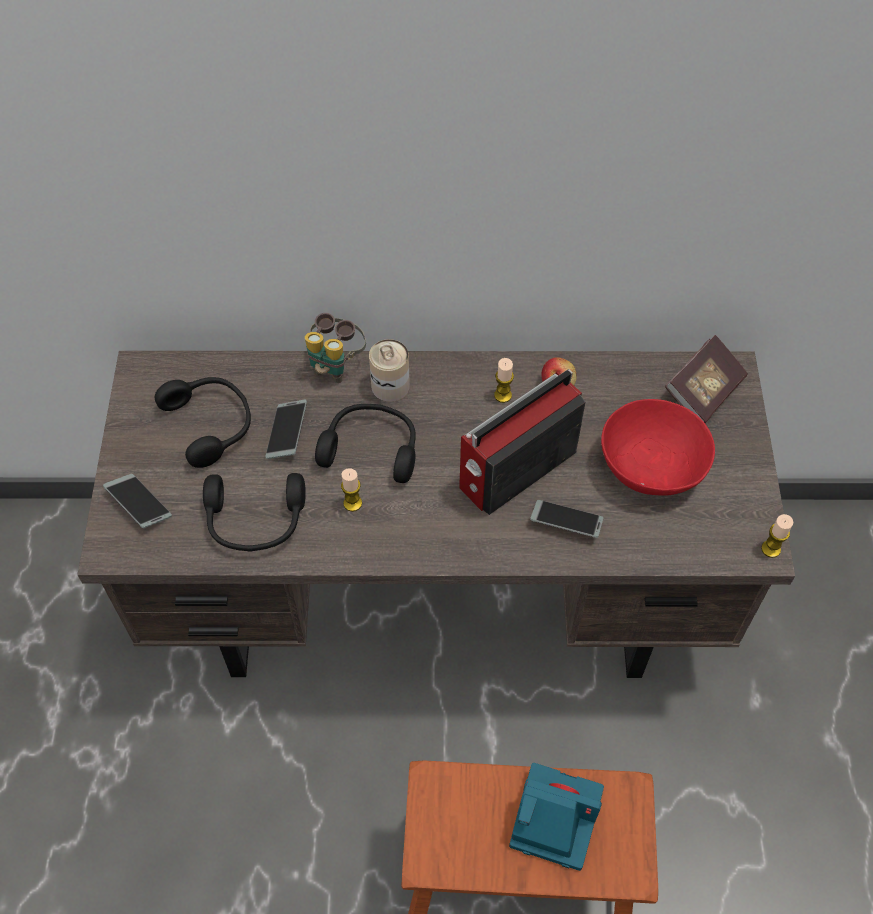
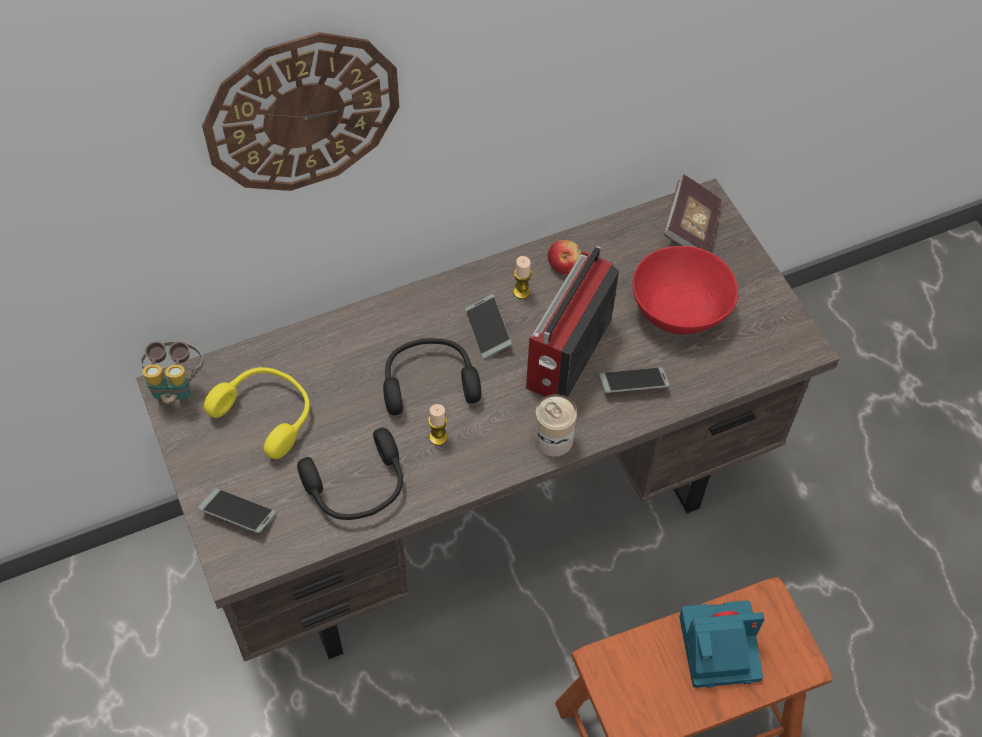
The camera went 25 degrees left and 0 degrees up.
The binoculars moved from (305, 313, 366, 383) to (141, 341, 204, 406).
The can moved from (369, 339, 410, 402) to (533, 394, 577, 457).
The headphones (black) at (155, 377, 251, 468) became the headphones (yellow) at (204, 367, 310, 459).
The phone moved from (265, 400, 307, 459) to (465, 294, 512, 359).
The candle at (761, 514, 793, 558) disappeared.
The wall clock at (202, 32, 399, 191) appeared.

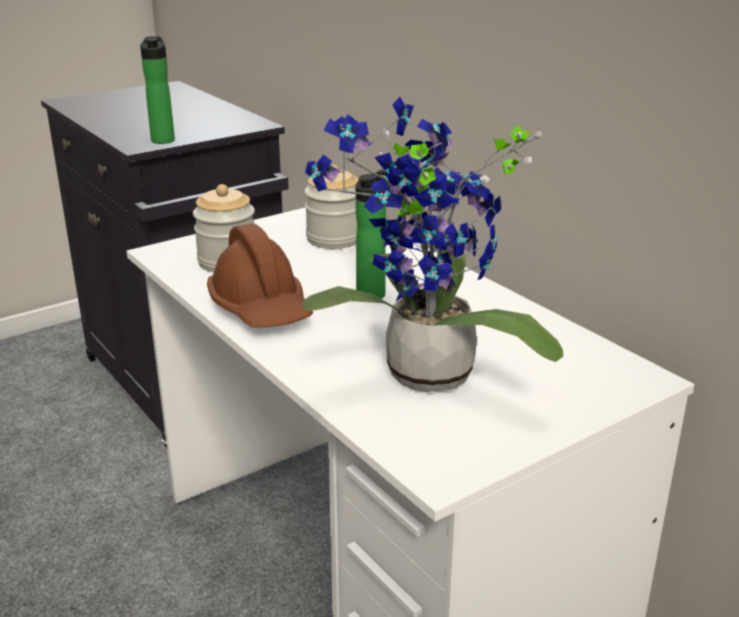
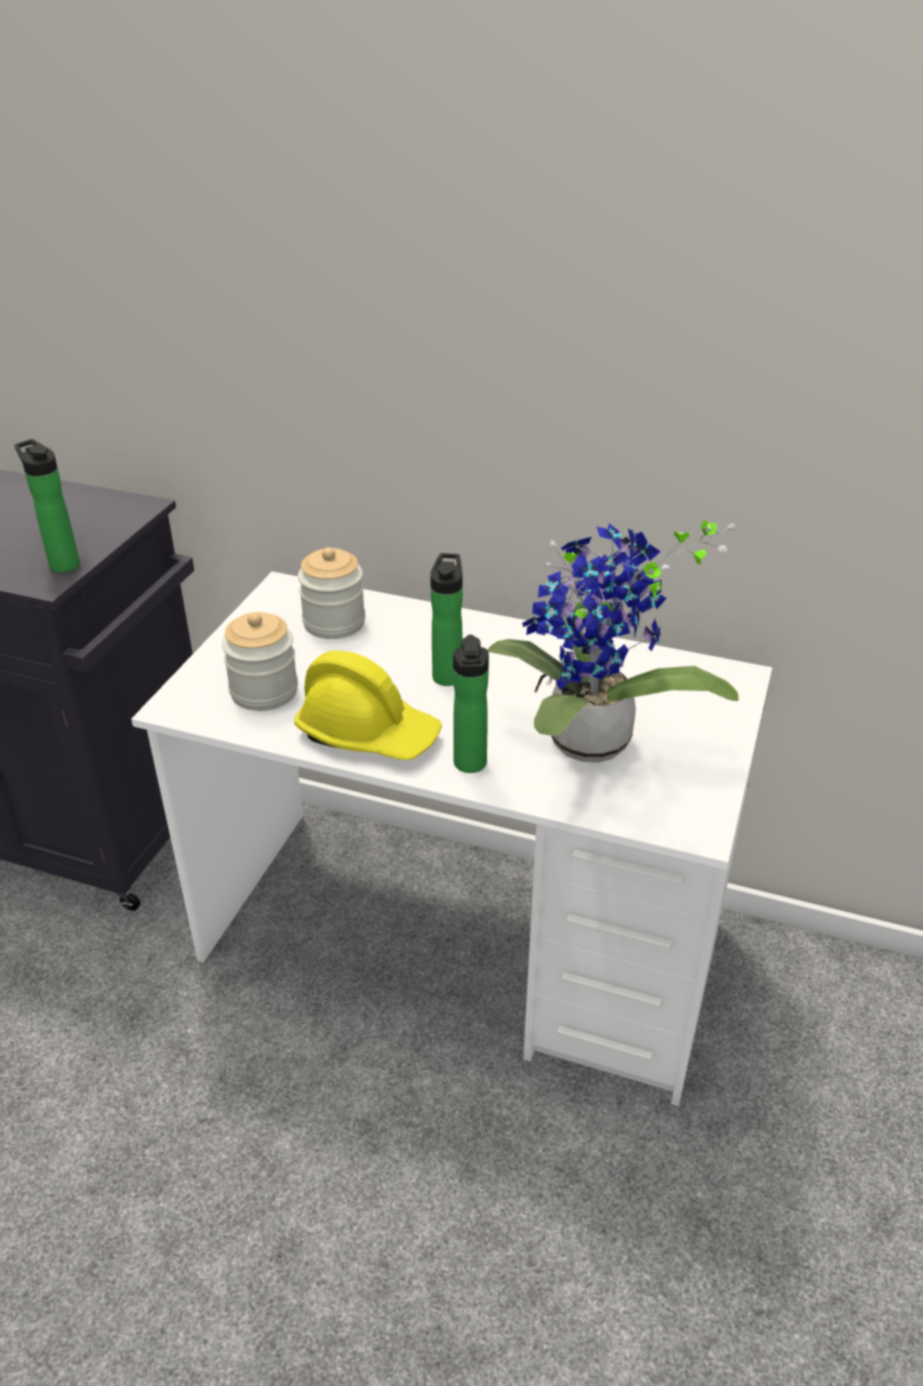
The camera went 35 degrees left and 10 degrees up.
The hard hat (brown) at (207, 223, 313, 328) became the hard hat (yellow) at (294, 651, 442, 760).
The bottle at (453, 634, 489, 773) appeared.

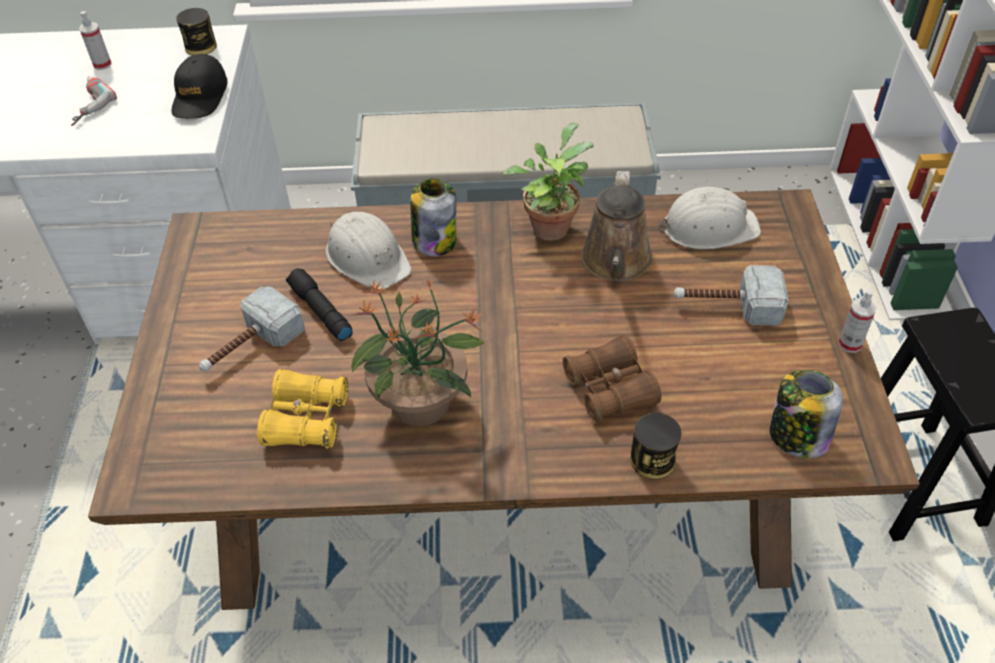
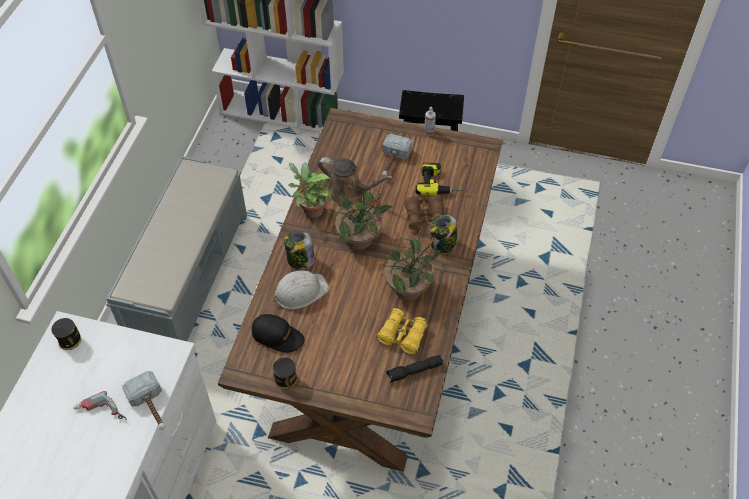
The camera went 75 degrees left and 5 degrees up.
The spray bottle at (79, 11, 112, 70) disappeared.
The cap (black) moved from (172, 54, 228, 119) to (252, 314, 305, 353).
The hard hat (white) at (659, 187, 761, 250) disappeared.
The flashlight (black) moved from (286, 268, 353, 341) to (386, 355, 443, 383).
The hammer moved from (199, 286, 305, 372) to (122, 371, 166, 430).
The jar moved from (770, 370, 843, 458) to (430, 215, 457, 253).
The can moved from (631, 413, 682, 480) to (273, 357, 297, 389).
The power drill at (415, 163, 468, 195) appeared.
The potted plant at (326, 178, 393, 250) appeared.

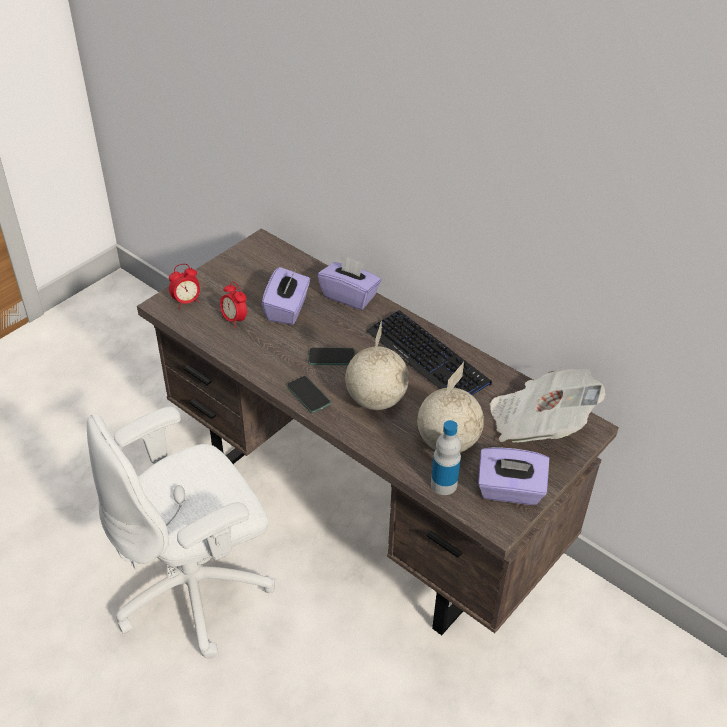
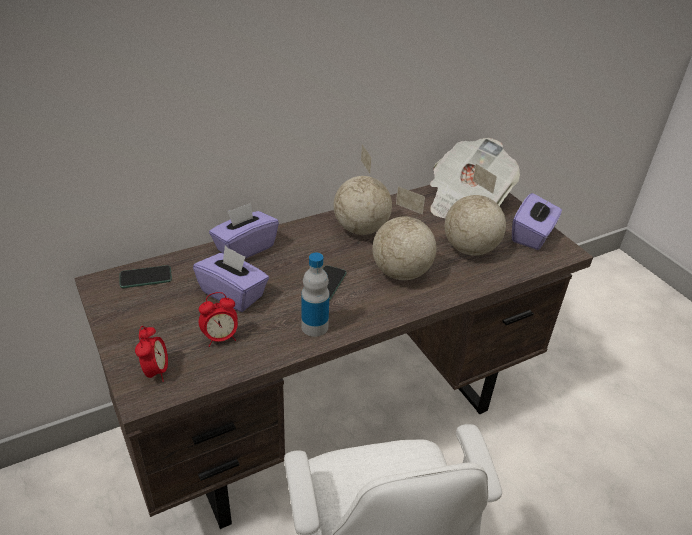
The camera went 70 degrees left and 5 degrees down.
The keyboard at (367, 310, 492, 395) was replaced by the globe at (334, 145, 392, 235).
The phone moved from (286, 376, 331, 413) to (120, 265, 172, 288).
The bottle moved from (431, 420, 461, 495) to (301, 253, 330, 337).

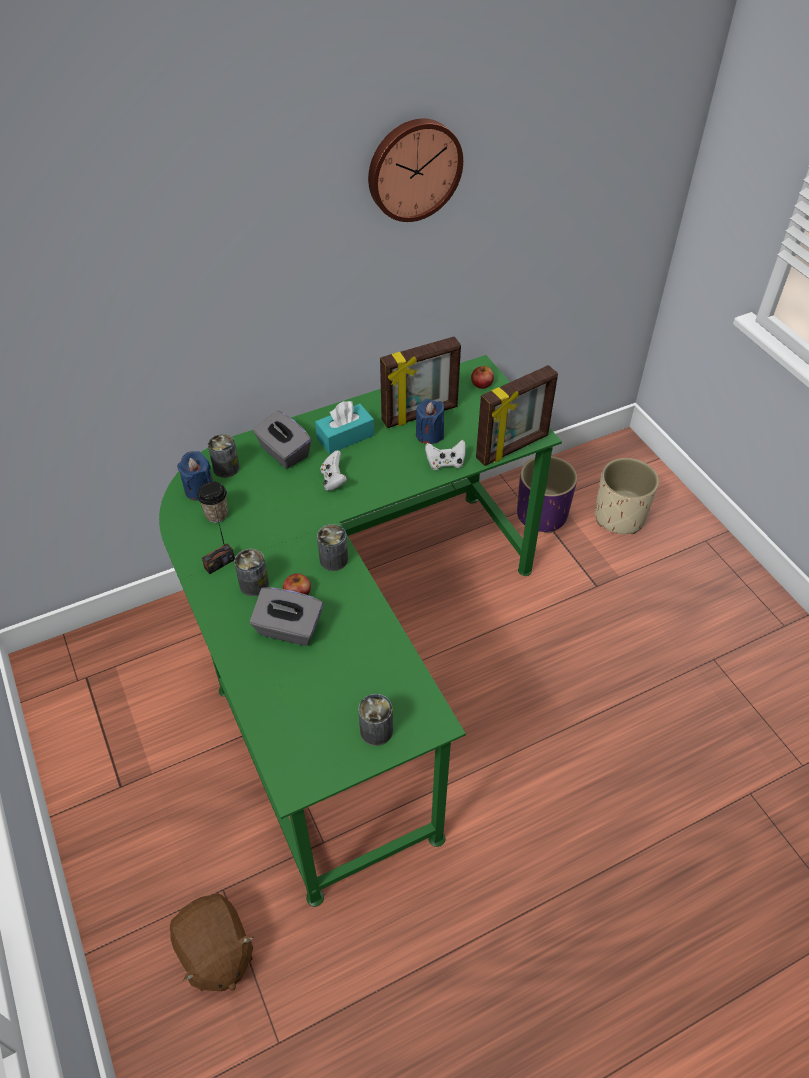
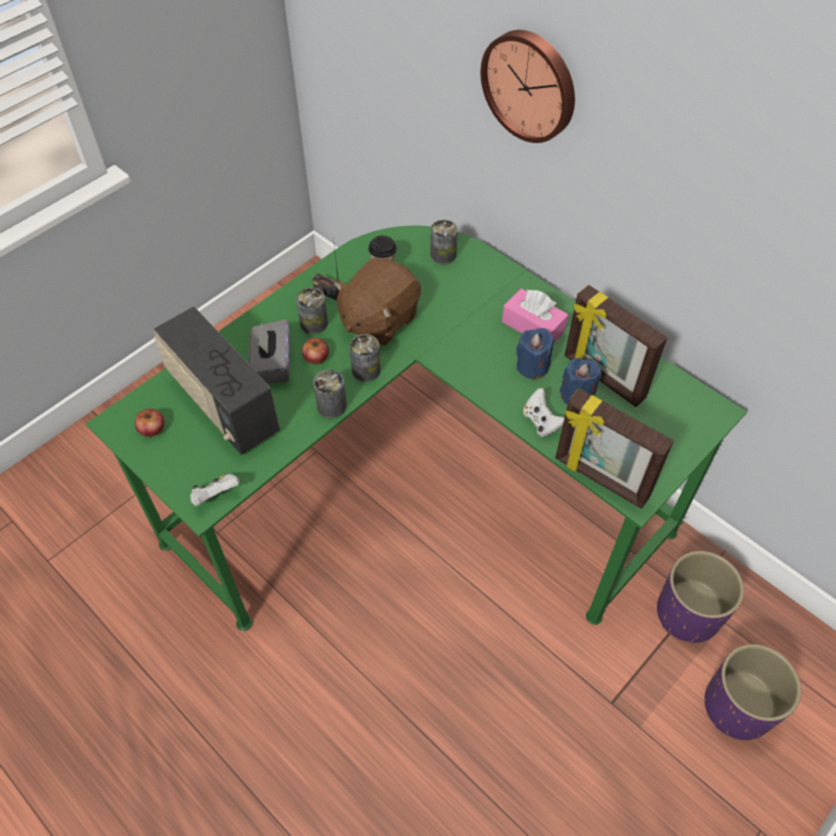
The camera went 70 degrees right and 5 degrees up.
The wall clock moved from (368, 118, 463, 222) to (481, 30, 575, 143).
The apple moved from (471, 366, 494, 389) to (135, 409, 164, 437).
The tissue box (turquoise) at (315, 401, 374, 454) became the tissue box (pink) at (502, 288, 568, 343).
The tissue box (grey) at (253, 410, 312, 469) disappeared.
The game controller (white) moved from (320, 450, 347, 491) to (190, 474, 240, 506).
The candle (blue) moved from (177, 451, 213, 501) to (516, 328, 554, 380).
The planter (beige) at (595, 458, 659, 534) became the planter (purple) at (704, 644, 801, 740).
The can moved from (358, 694, 393, 746) to (313, 370, 347, 418).
The plush toy (brown) moved from (170, 893, 254, 991) to (334, 258, 421, 346).
The radio at (154, 306, 280, 455) appeared.

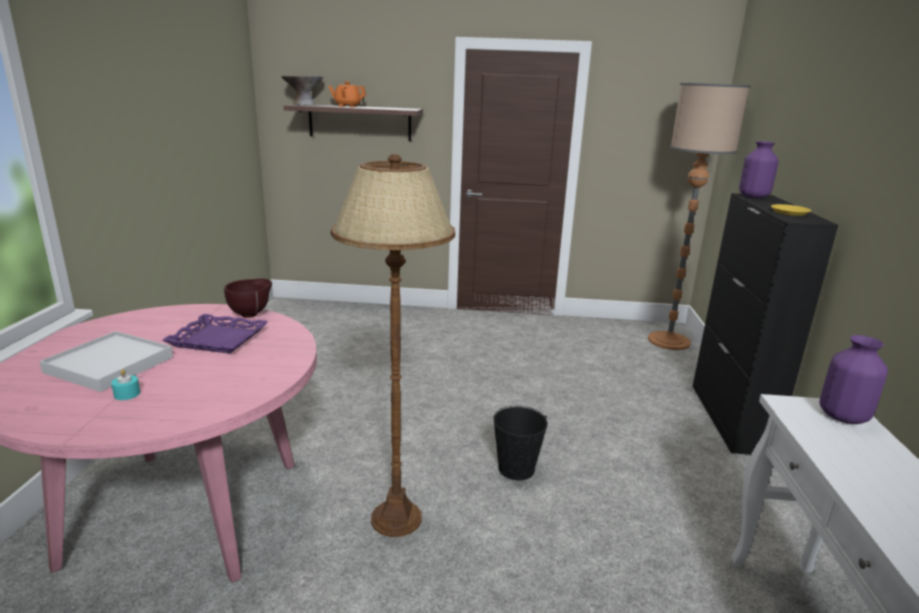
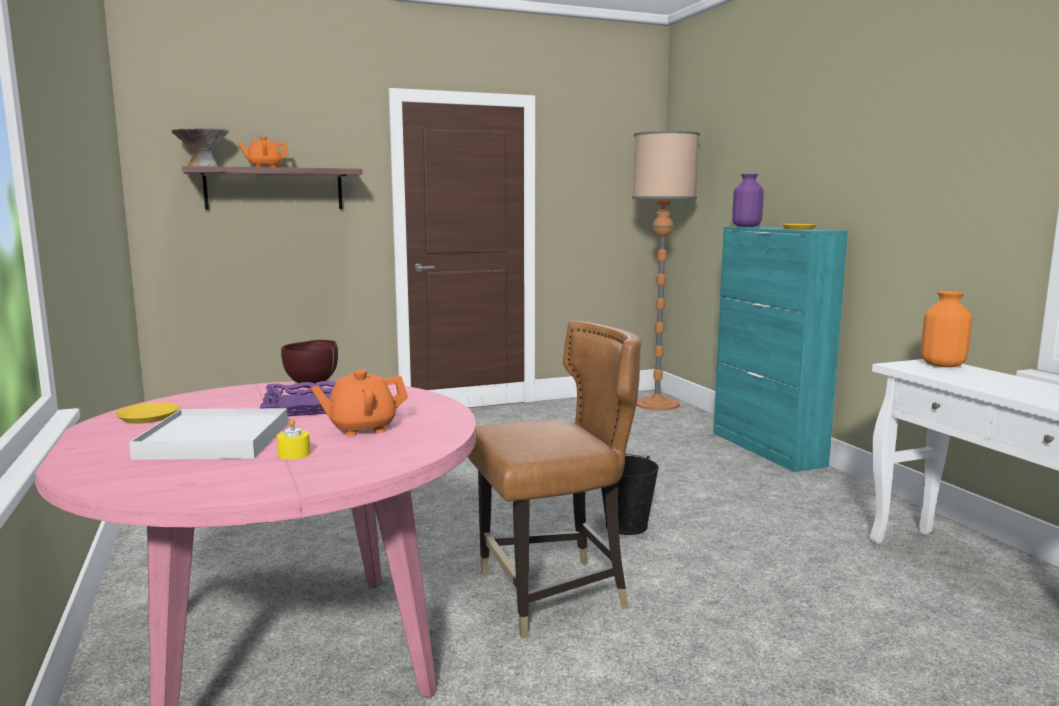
The camera went 25 degrees left and 10 degrees down.
The floor lamp (brown) at (331, 154, 455, 537) was replaced by the chair (brown) at (468, 321, 641, 638).
The cabinet (black) at (692, 193, 838, 455) became the cabinet (turquoise) at (713, 226, 848, 472).
The vase (purple) at (819, 335, 888, 424) became the vase (orange) at (921, 291, 972, 367).
The candle (turquoise) at (111, 369, 140, 400) became the candle (yellow) at (277, 418, 310, 460).
The teapot (orange) at (311, 370, 408, 436) appeared.
The plate (yellow) at (115, 402, 179, 424) appeared.

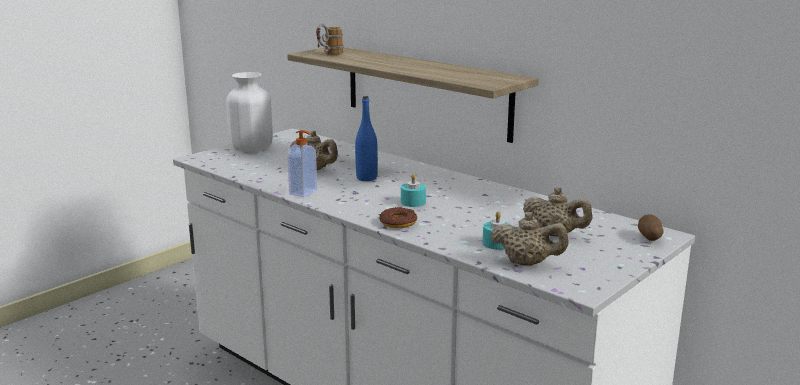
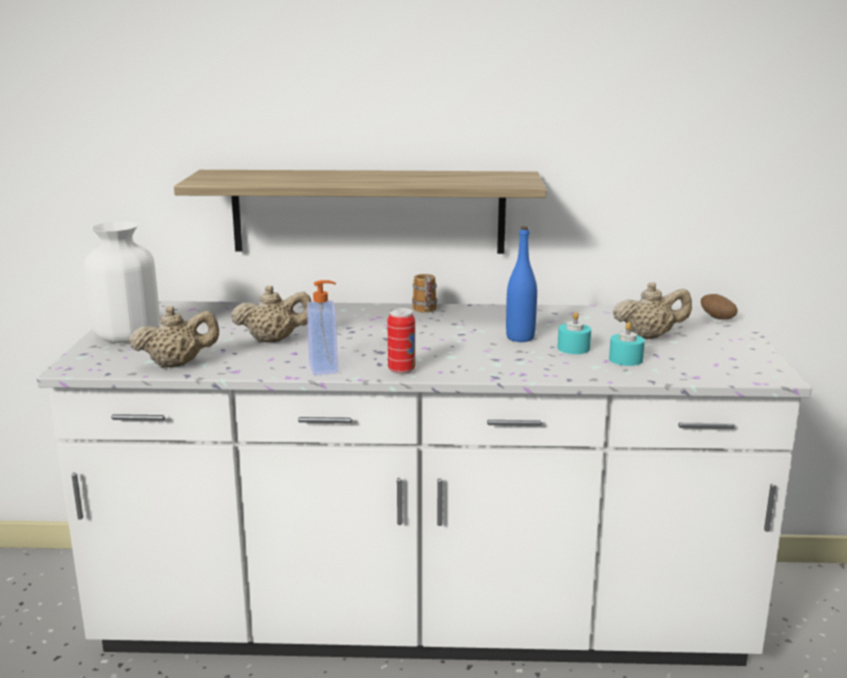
The camera went 40 degrees left and 0 degrees up.
The mug moved from (316, 24, 344, 55) to (412, 274, 437, 312).
The bottle (blue) moved from (355, 96, 378, 181) to (506, 226, 537, 342).
The candle (turquoise) moved from (401, 174, 426, 207) to (557, 312, 591, 354).
The donut at (379, 207, 417, 228) disappeared.
The teapot (beige) moved from (491, 212, 569, 266) to (129, 306, 219, 368).
The can at (387, 308, 415, 374) appeared.

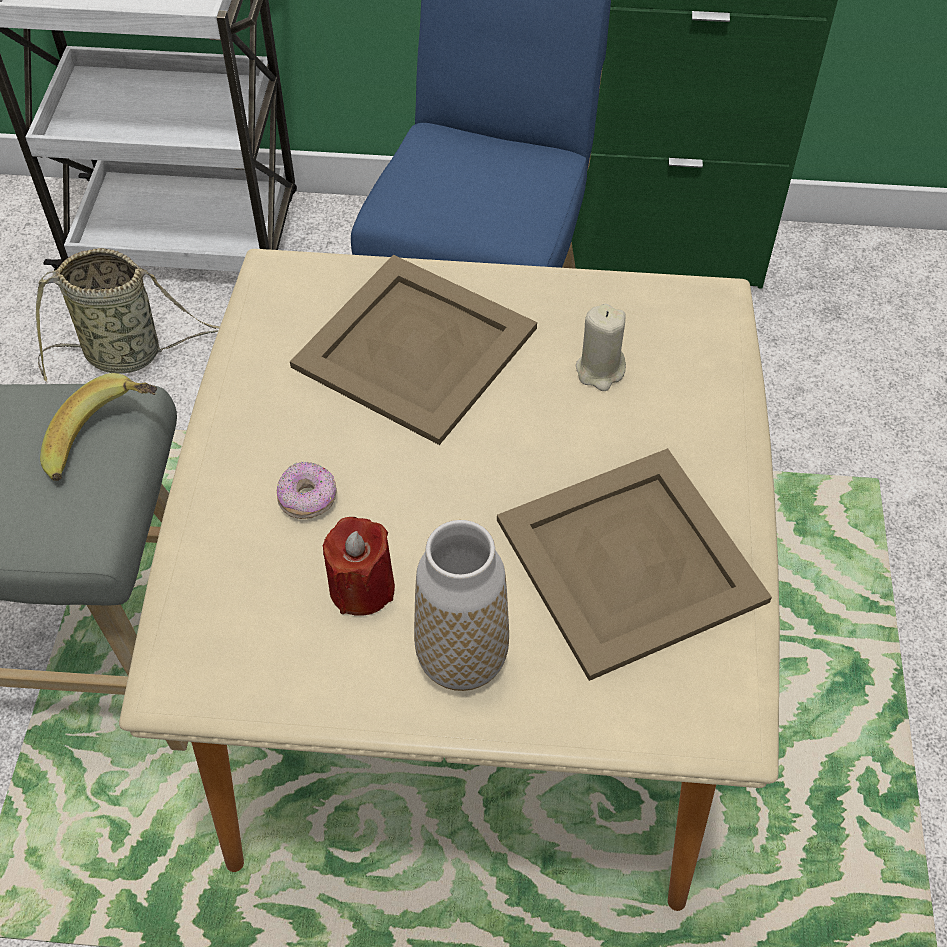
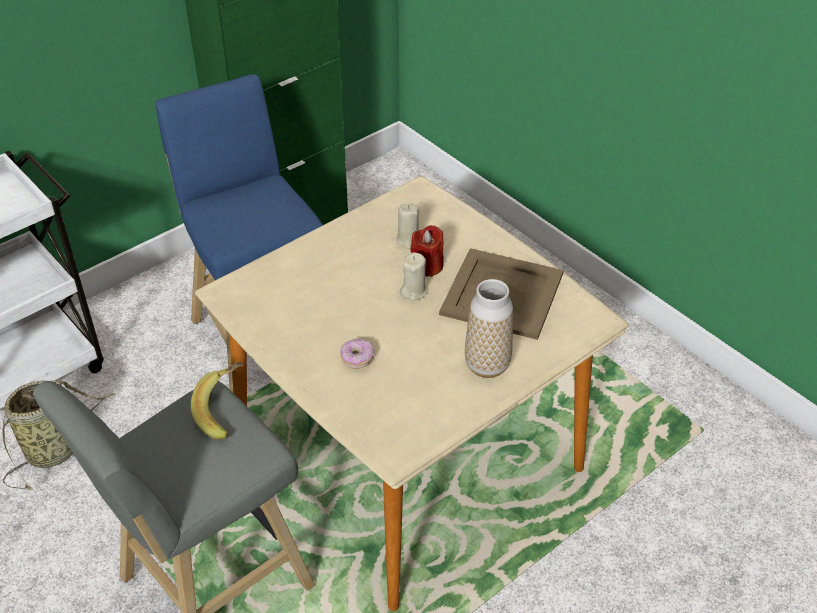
The camera went 45 degrees left and 10 degrees down.
The tray (beige) at (290, 255, 537, 445) disappeared.
The candle (red) moved from (323, 517, 395, 616) to (410, 225, 444, 277).
The candle (beige) at (400, 252, 428, 301) appeared.

